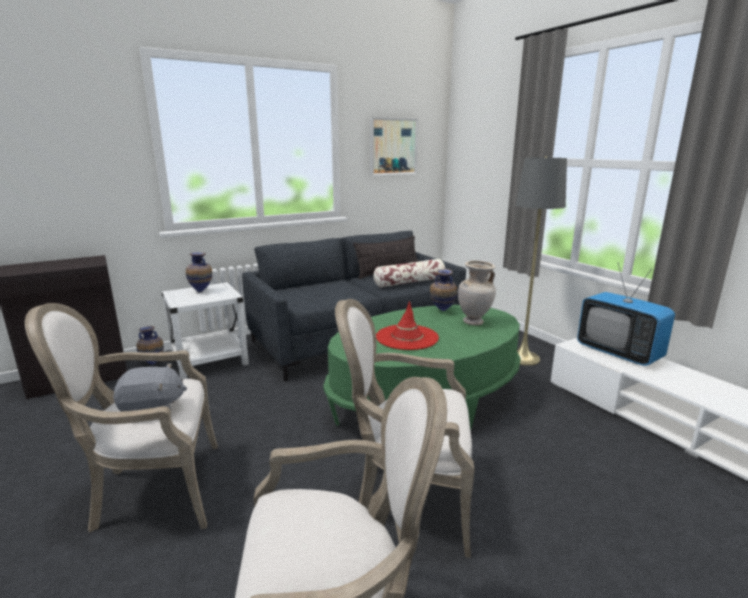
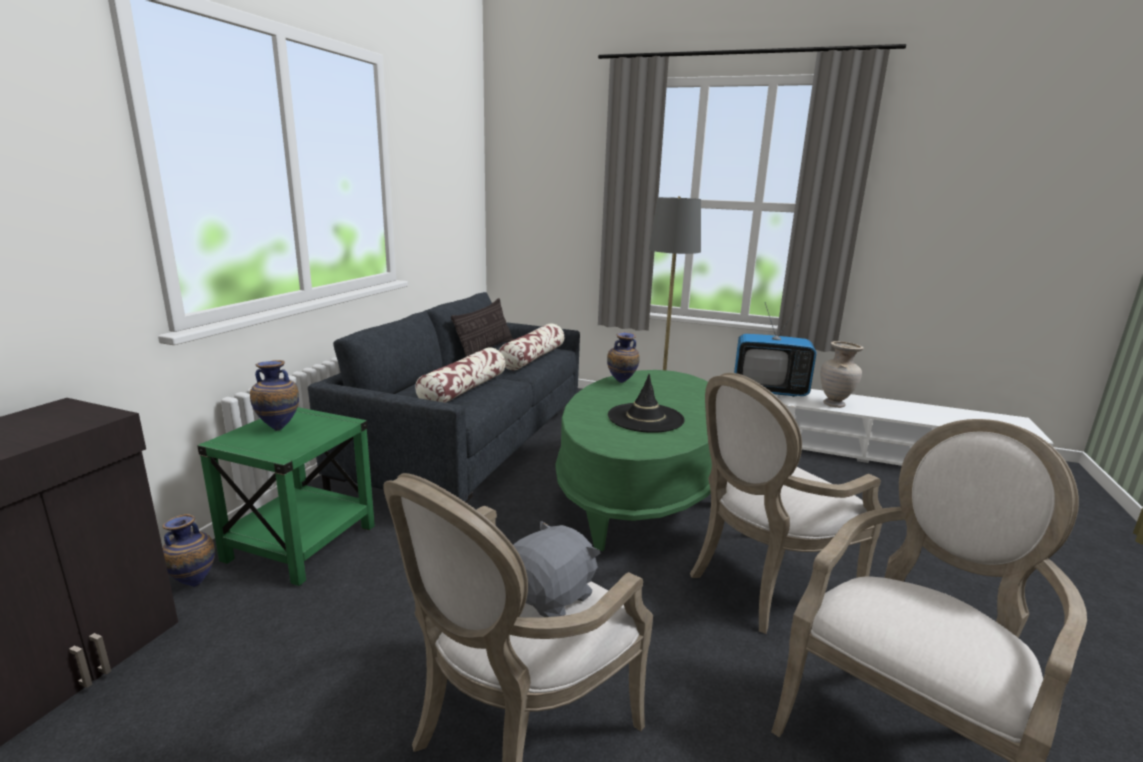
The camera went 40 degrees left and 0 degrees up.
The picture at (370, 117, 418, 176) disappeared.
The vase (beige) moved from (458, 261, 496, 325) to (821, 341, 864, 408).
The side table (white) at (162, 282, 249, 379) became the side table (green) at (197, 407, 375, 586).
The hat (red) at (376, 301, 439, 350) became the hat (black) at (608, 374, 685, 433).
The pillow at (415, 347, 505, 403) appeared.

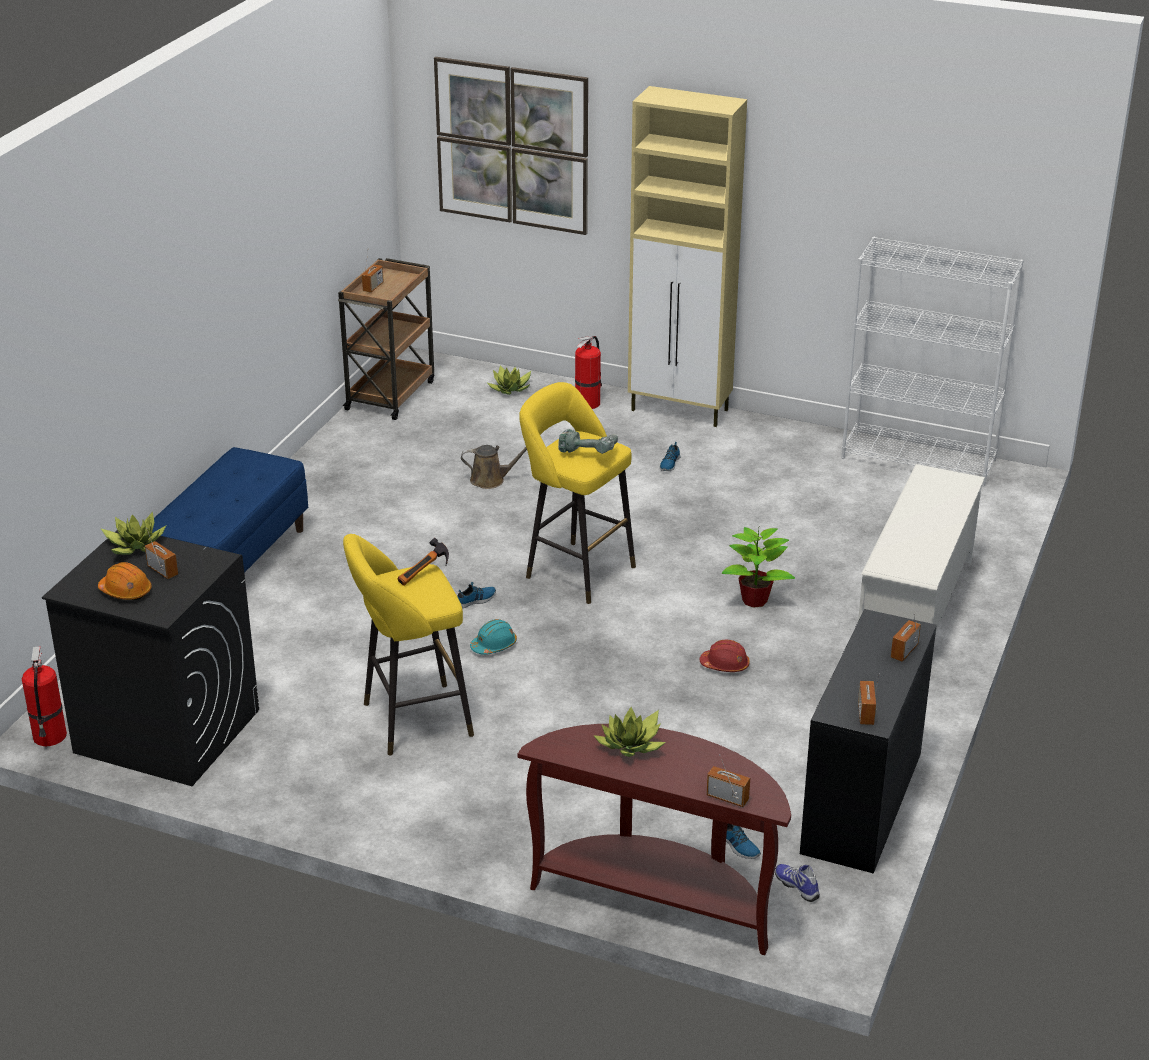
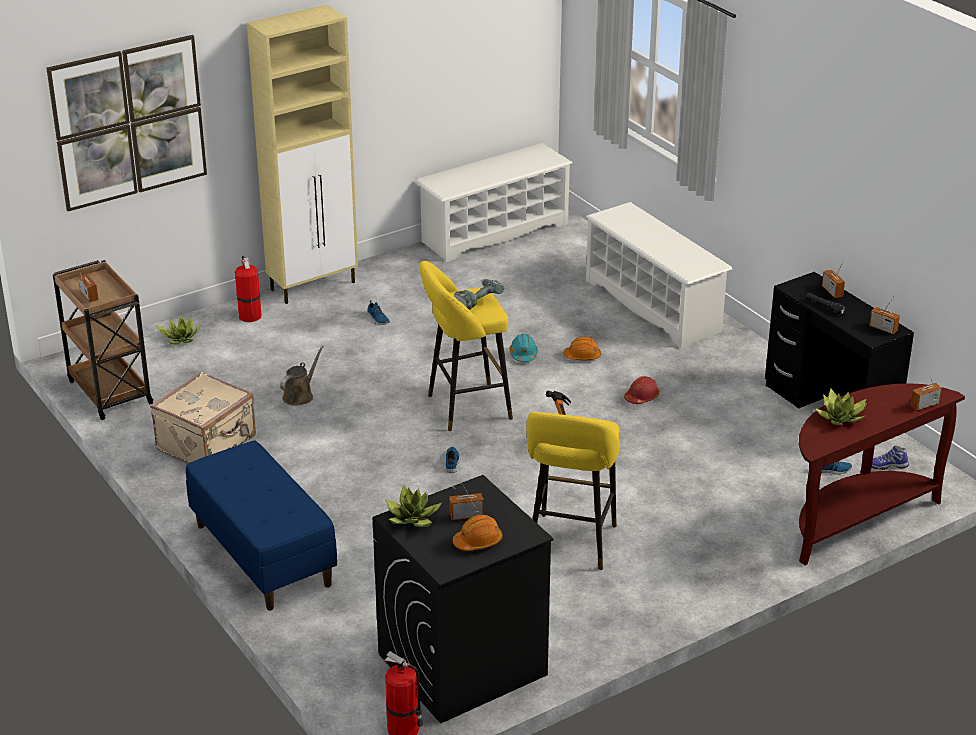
The camera went 55 degrees left and 0 degrees up.
The bookcase (white) at (842, 237, 1023, 487) was replaced by the shoe rack (white) at (414, 143, 573, 263).
The potted plant at (722, 525, 795, 608) was replaced by the hard hat (orange) at (563, 337, 601, 360).
The hard hat (turquoise) moved from (470, 619, 517, 655) to (509, 334, 538, 362).
The flashlight (black) at (806, 292, 847, 315) appeared.
The suitcase (beige) at (150, 372, 256, 463) appeared.

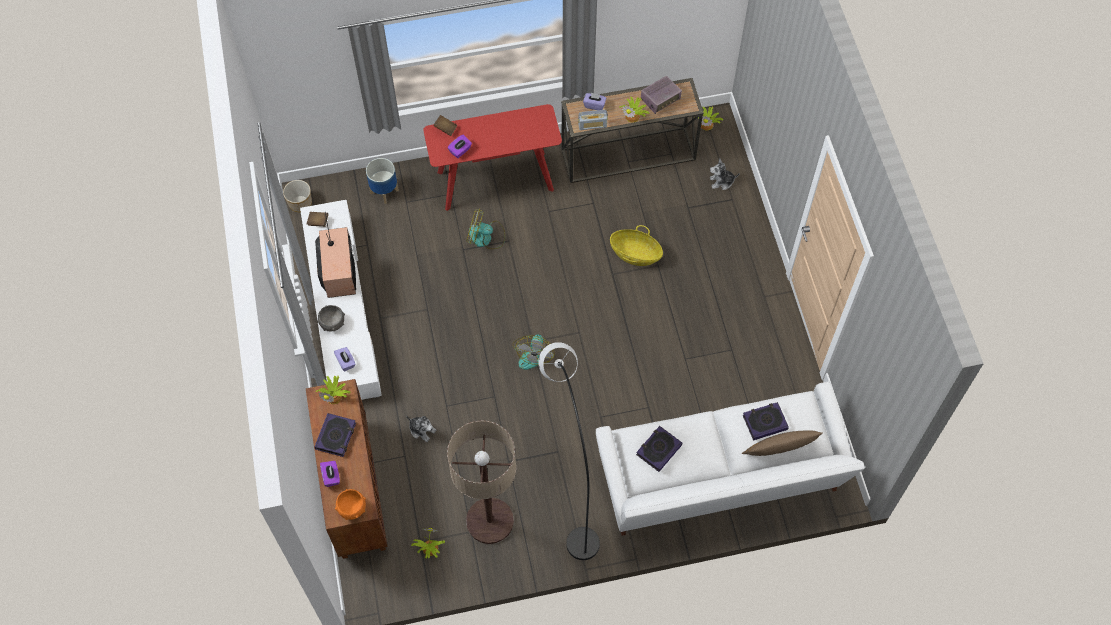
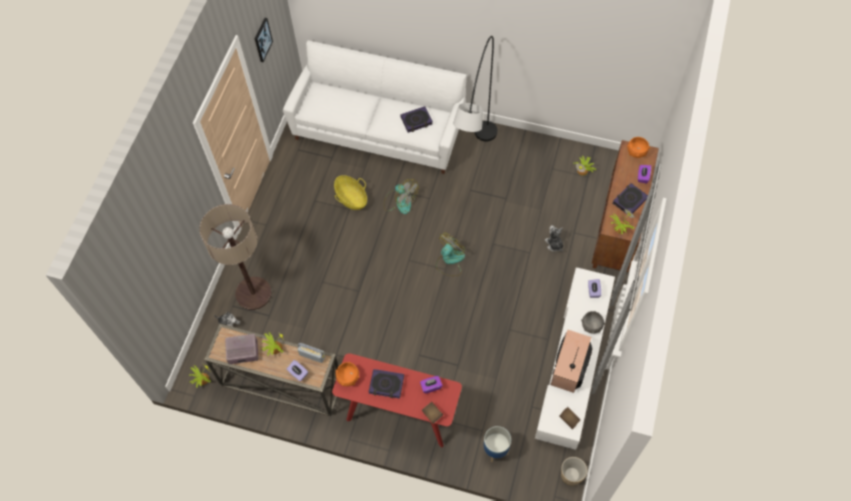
The camera went 150 degrees left and 0 degrees up.
The fan moved from (466, 209, 505, 249) to (384, 179, 418, 214).
The basket moved from (610, 225, 663, 266) to (334, 175, 367, 210).
The book moved from (743, 402, 789, 441) to (369, 369, 404, 399).
The floor lamp moved from (447, 420, 516, 544) to (199, 204, 272, 310).
The pillow (brown) at (742, 430, 823, 456) disappeared.
The picture at (255, 18, 273, 62) appeared.
The bowl (orange) at (335, 362, 359, 386) appeared.

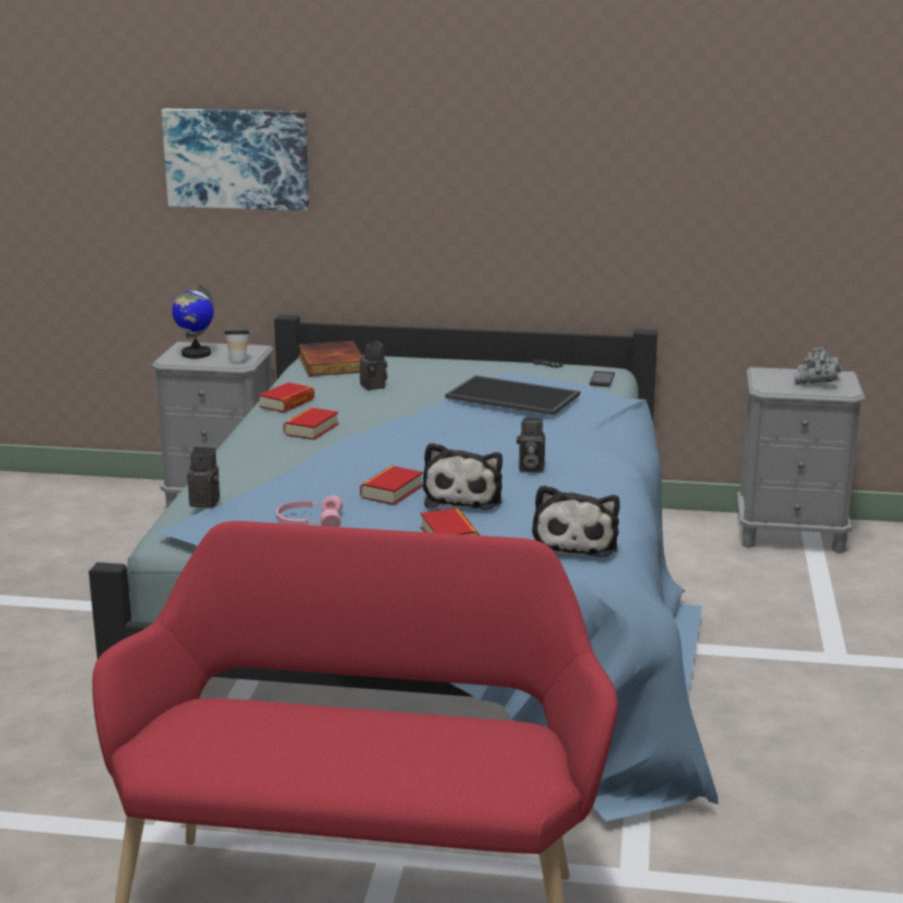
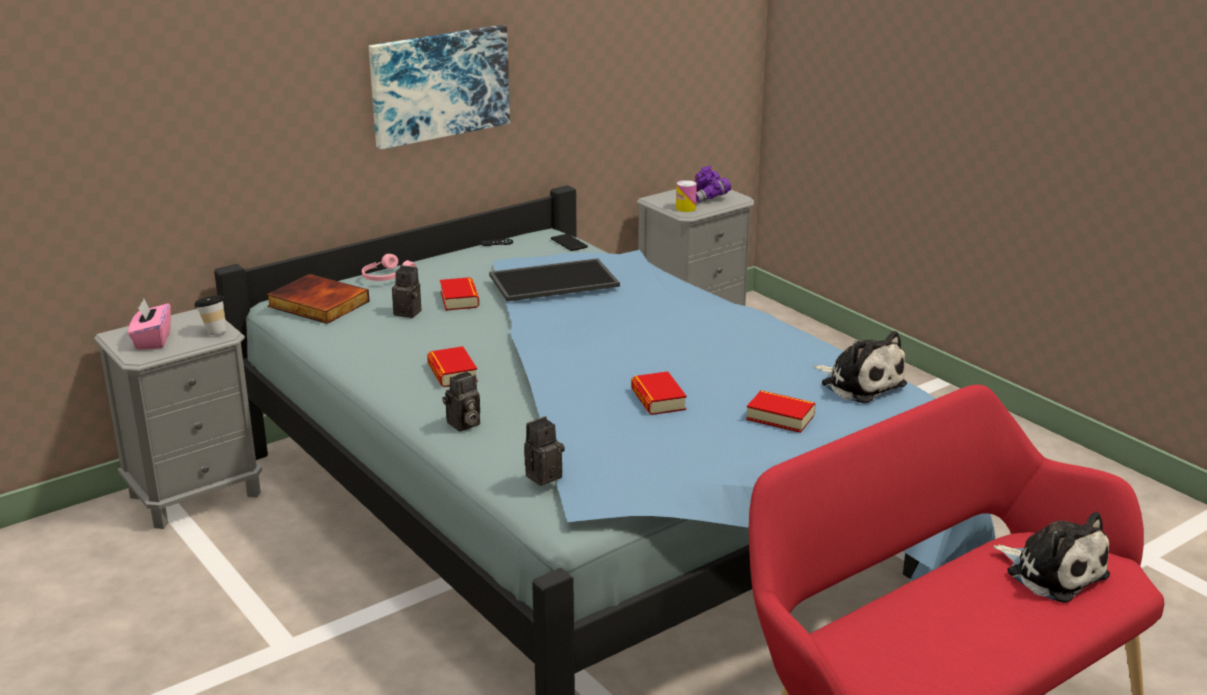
The camera went 45 degrees left and 5 degrees up.
The picture moved from (161, 109, 309, 211) to (369, 25, 510, 149).
The globe at (172, 284, 214, 358) was replaced by the tissue box (pink) at (128, 299, 171, 349).
The binoculars (grey) at (794, 347, 842, 385) became the binoculars (purple) at (694, 166, 731, 203).
The book moved from (259, 382, 315, 413) to (440, 277, 479, 311).
The photo camera moved from (516, 418, 545, 473) to (442, 372, 480, 432).
The plush toy moved from (423, 443, 503, 510) to (993, 512, 1110, 603).
The headphones (pink) moved from (276, 495, 343, 527) to (362, 254, 416, 281).
The can at (676, 180, 697, 212) appeared.

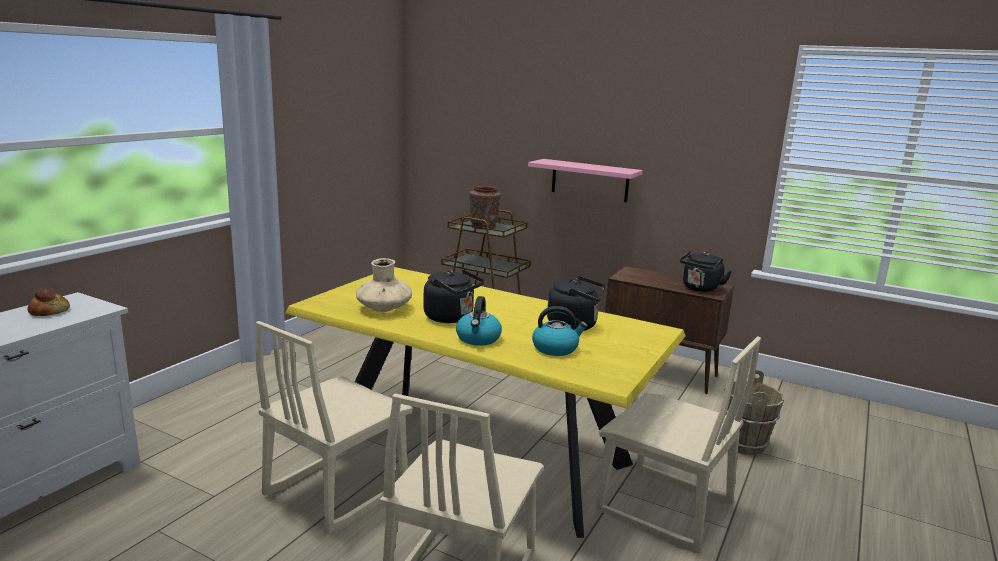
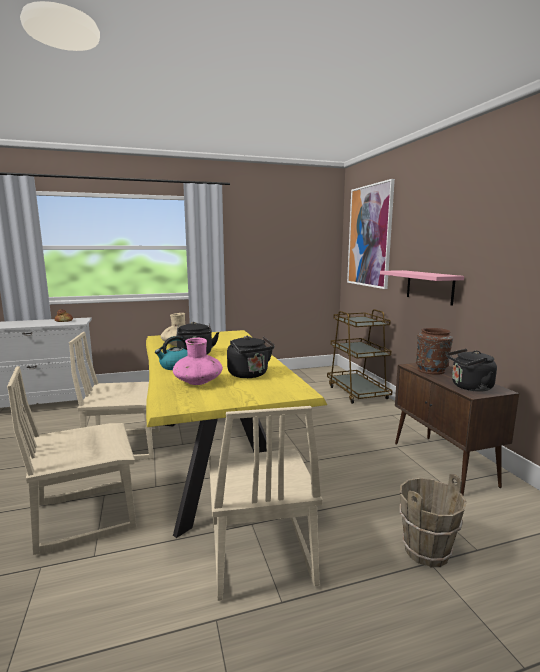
The camera went 45 degrees right and 5 degrees down.
The vase (brown) moved from (469, 186, 501, 229) to (416, 328, 453, 375).
The kettle at (532, 306, 587, 356) was replaced by the vase (pink) at (173, 338, 223, 385).
The picture at (347, 179, 395, 289) appeared.

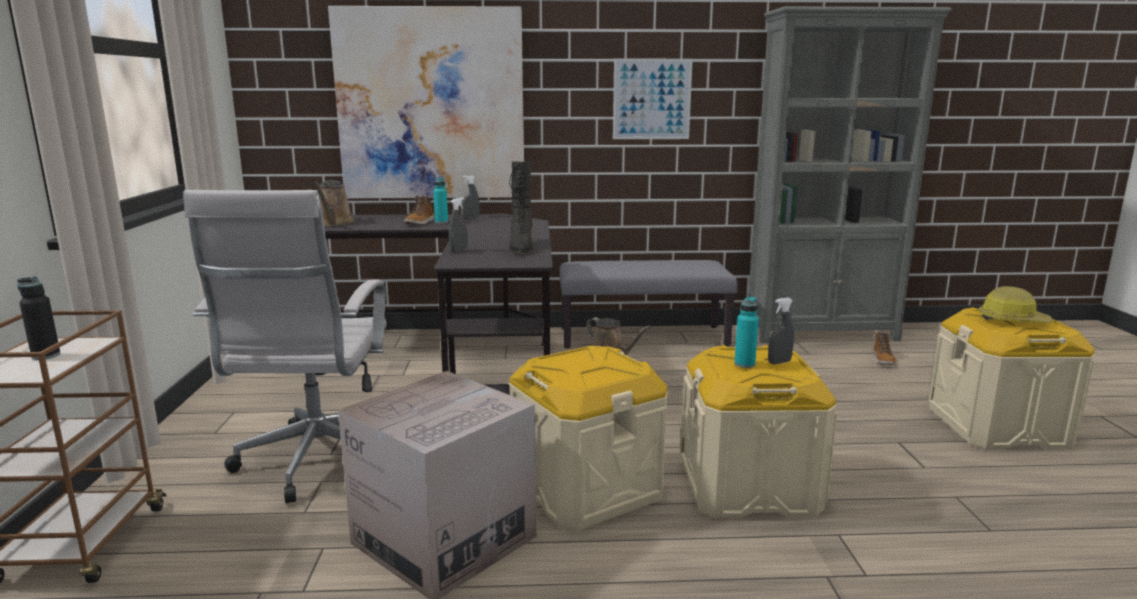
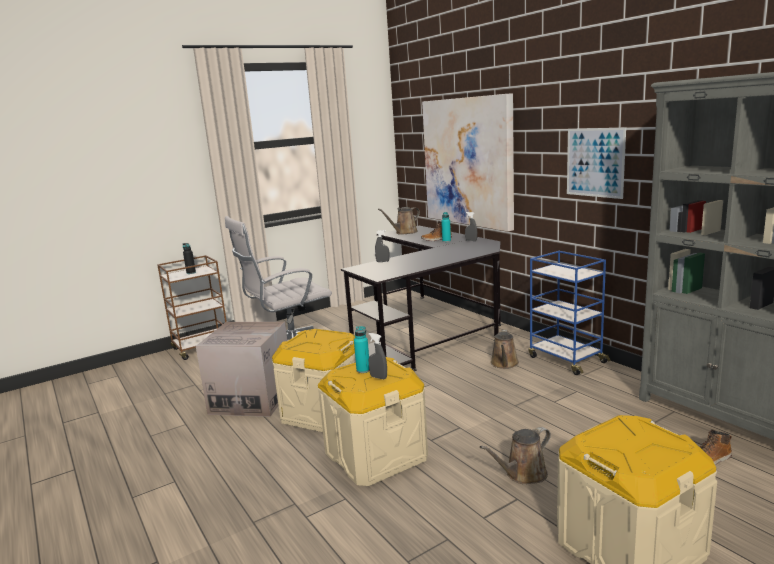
The camera went 60 degrees right and 0 degrees up.
The boot (black) at (509, 162, 533, 253) disappeared.
The bench (grey) at (559, 260, 738, 349) was replaced by the cart (blue) at (528, 251, 610, 375).
The hard hat at (979, 286, 1053, 323) disappeared.
The watering can (brown) at (480, 427, 551, 484) appeared.

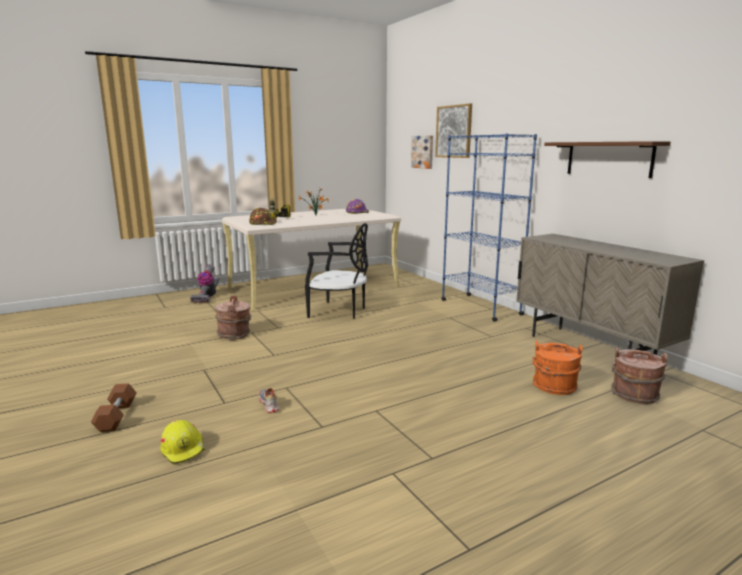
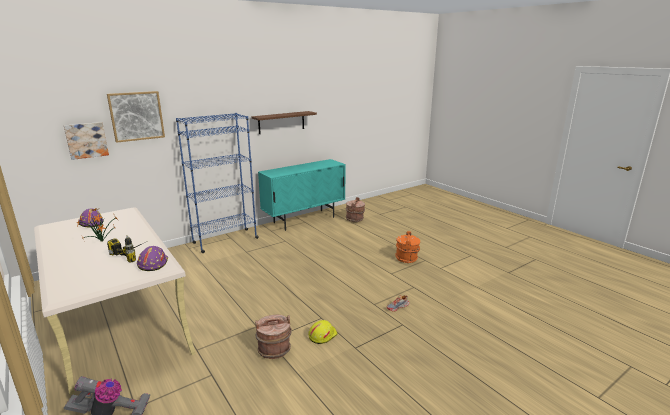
The camera went 95 degrees left and 5 degrees up.
The hard hat (brown) at (249, 208, 277, 225) became the hard hat (purple) at (137, 246, 168, 271).
The chair (black) at (305, 223, 368, 319) disappeared.
The cabinet (beige) at (516, 234, 704, 355) became the cabinet (turquoise) at (258, 159, 346, 231).
The bucket (orange) moved from (533, 341, 583, 395) to (395, 231, 420, 263).
The dumbbell (brown) at (91, 383, 137, 432) disappeared.
The hard hat (yellow) moved from (160, 420, 206, 465) to (308, 320, 337, 344).

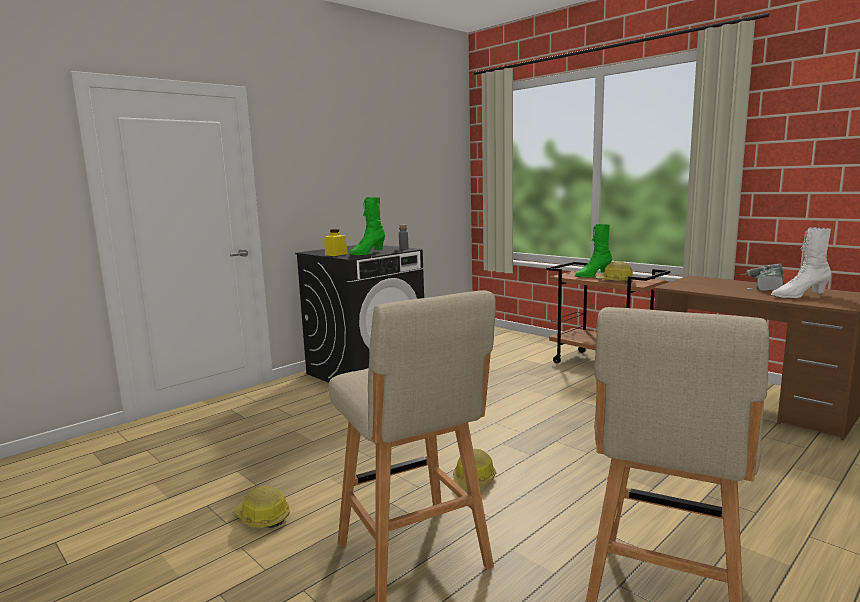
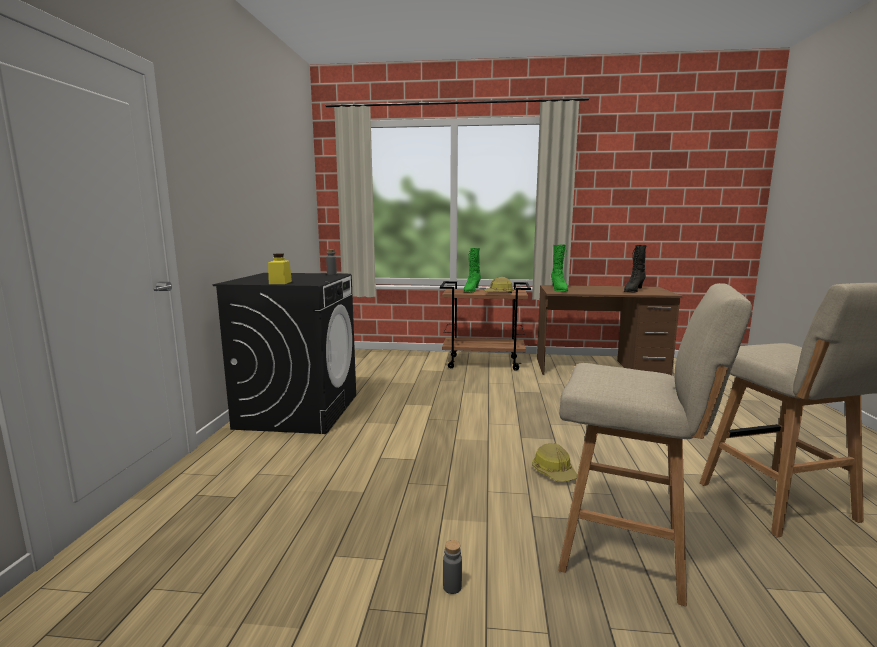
The camera went 40 degrees left and 0 degrees up.
The boot (green) moved from (349, 197, 385, 255) to (551, 244, 568, 292).
The boot (white) at (771, 227, 831, 298) became the boot (black) at (624, 245, 647, 292).
The power drill at (739, 264, 784, 291) disappeared.
The hard hat at (232, 486, 290, 528) was replaced by the bottle (grey) at (443, 540, 462, 594).

